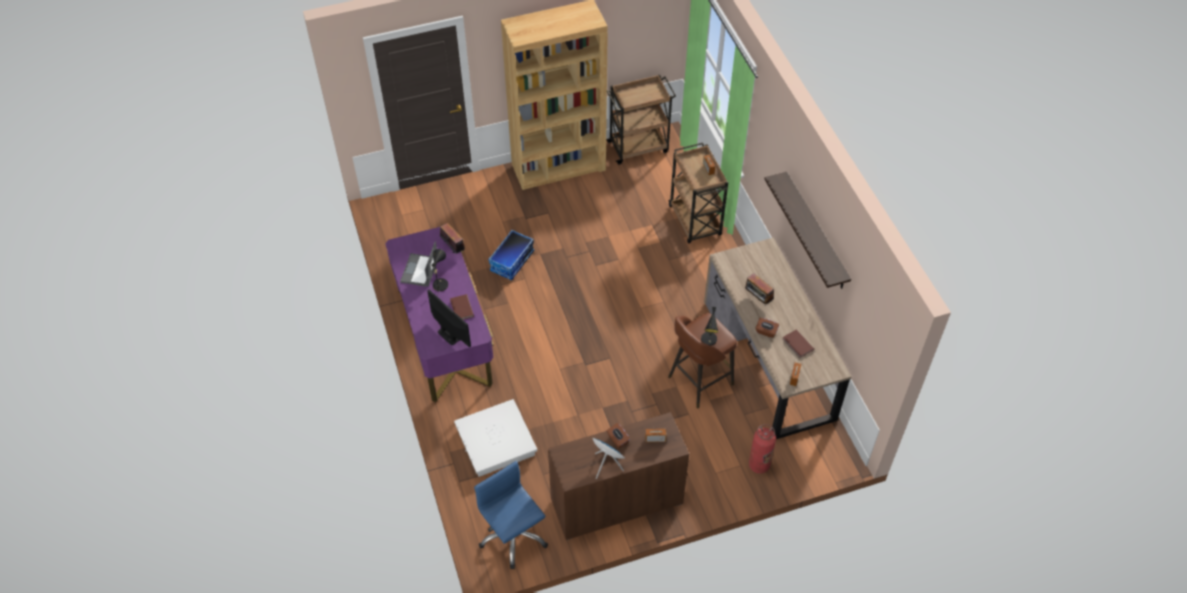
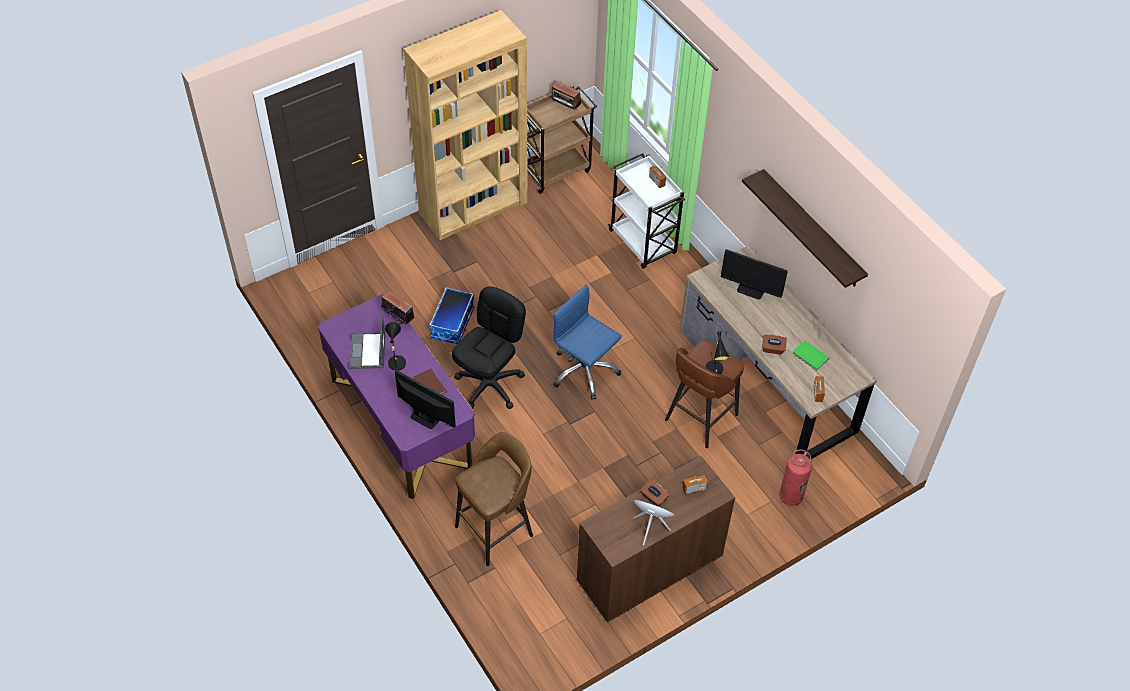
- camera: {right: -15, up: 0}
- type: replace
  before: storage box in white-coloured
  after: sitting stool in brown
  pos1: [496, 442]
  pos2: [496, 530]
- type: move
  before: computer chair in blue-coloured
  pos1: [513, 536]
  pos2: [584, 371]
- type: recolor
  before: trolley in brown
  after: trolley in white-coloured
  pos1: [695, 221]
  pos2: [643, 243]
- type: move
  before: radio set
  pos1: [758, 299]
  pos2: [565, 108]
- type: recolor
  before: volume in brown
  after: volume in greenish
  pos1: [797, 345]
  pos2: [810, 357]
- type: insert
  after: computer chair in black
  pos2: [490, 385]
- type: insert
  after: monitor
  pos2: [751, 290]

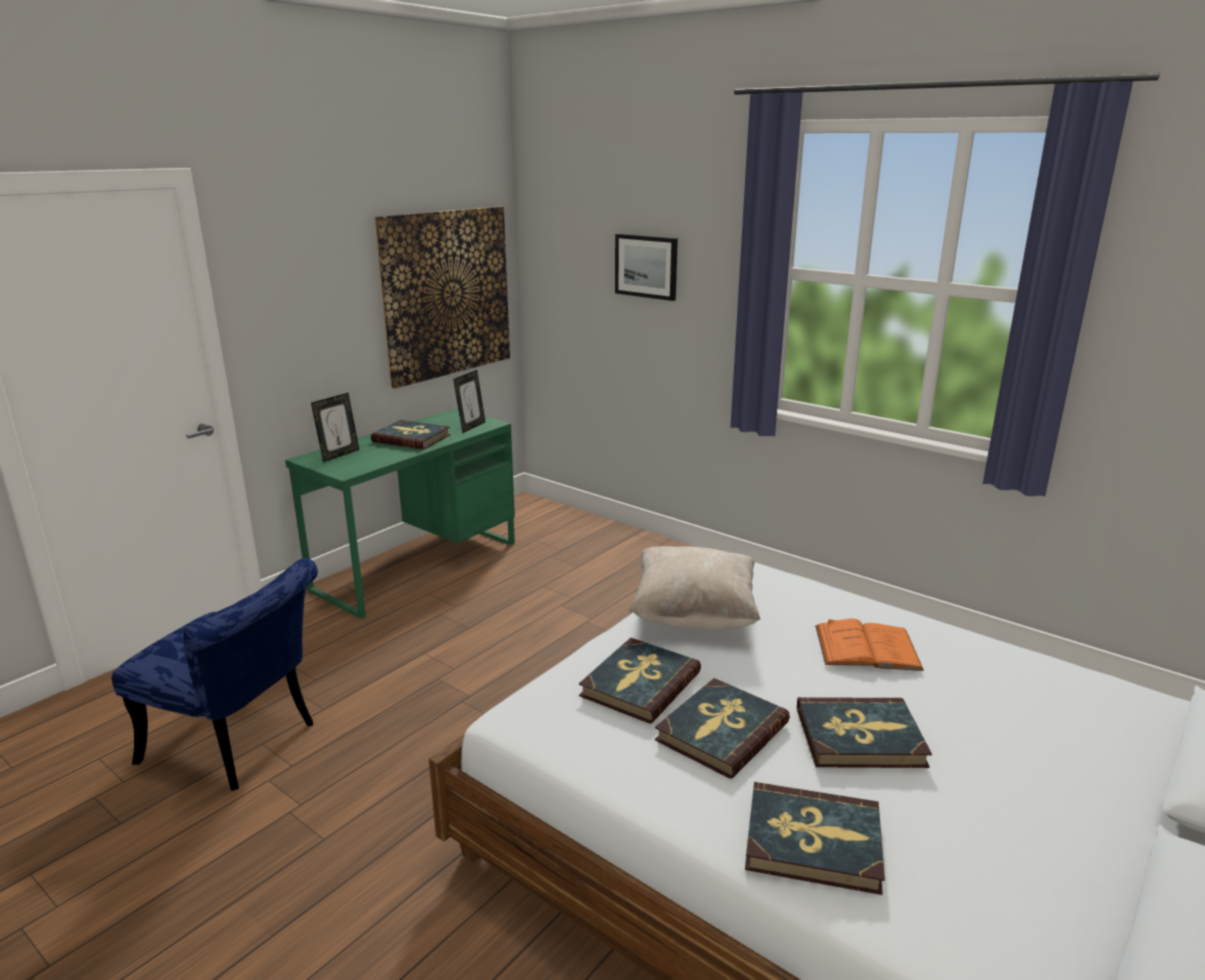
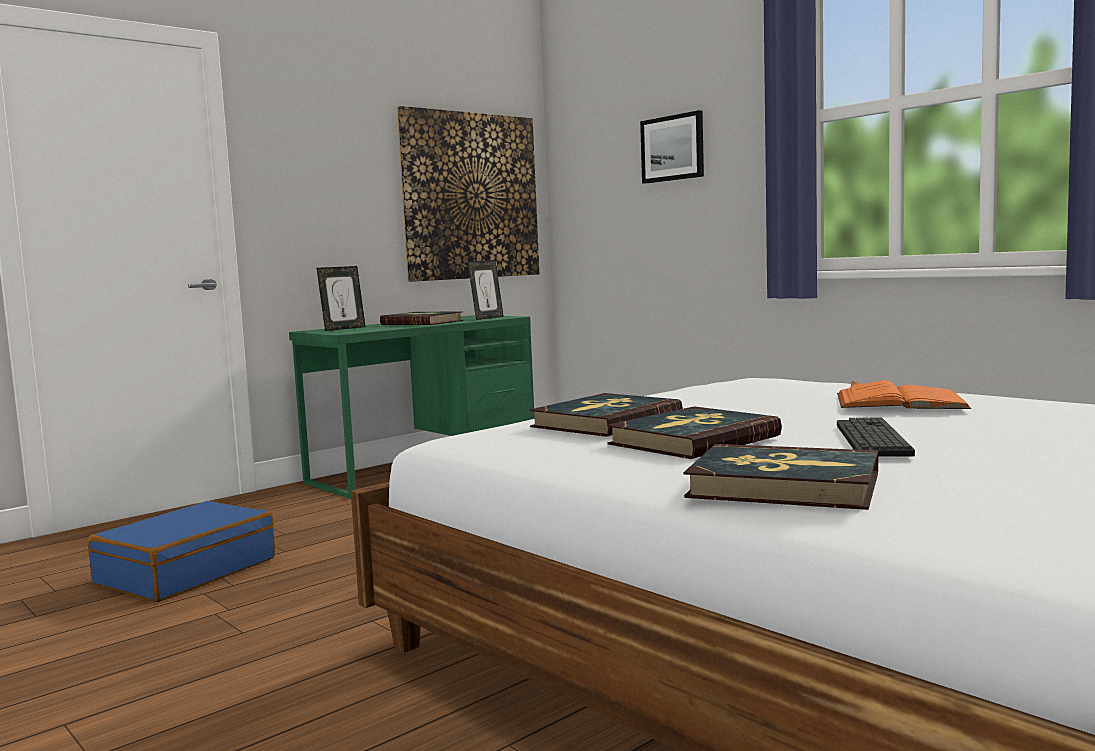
- camera: {right: 10, up: -15}
- type: replace
  before: chair in blue-coloured
  after: travel case in blue-coloured
  pos1: [240, 745]
  pos2: [186, 571]
- type: delete
  before: cushion in sand-coloured
  pos1: [694, 615]
- type: replace
  before: volume
  after: computer keyboard
  pos1: [860, 737]
  pos2: [872, 439]

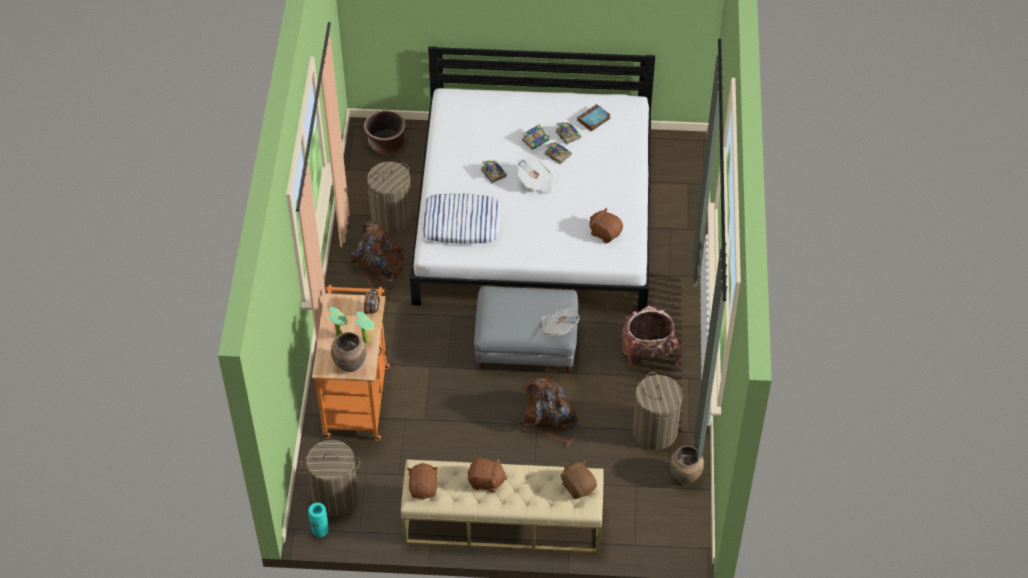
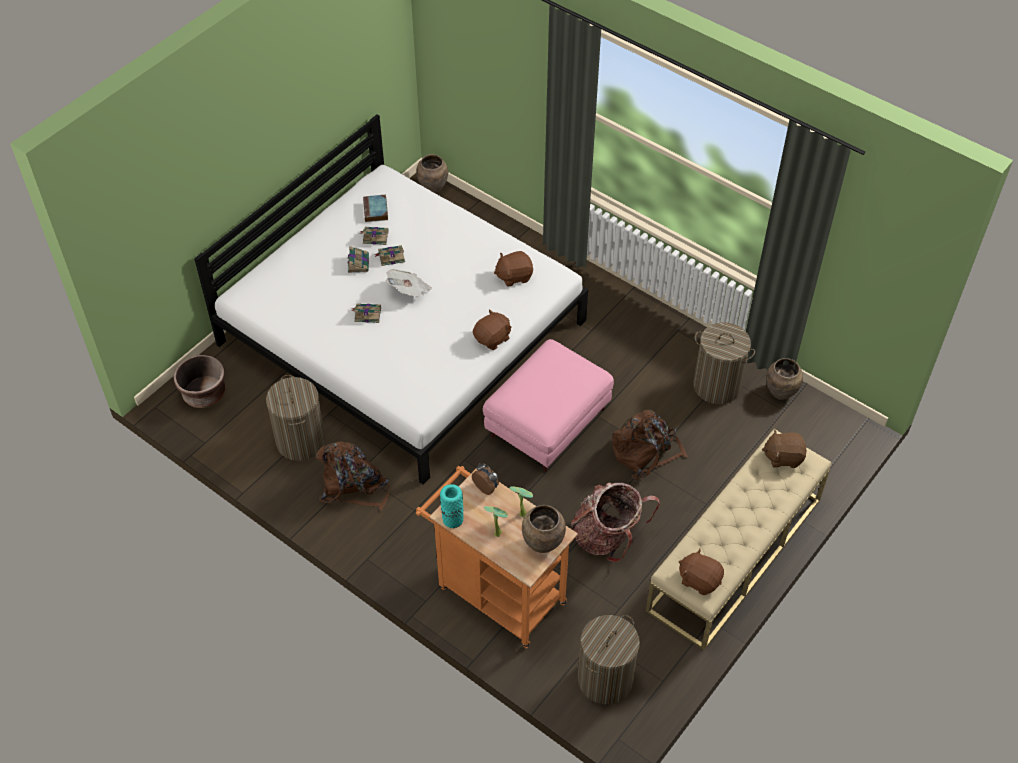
- camera: {right: -55, up: 0}
- type: move
  before: vase in blue-green
  pos1: [320, 530]
  pos2: [452, 519]
- type: delete
  before: cushion
  pos1: [461, 223]
- type: move
  before: cuddly toy in brown
  pos1: [486, 481]
  pos2: [492, 338]
- type: recolor
  before: ottoman in greyish
  after: ottoman in pink-coloured
  pos1: [526, 345]
  pos2: [547, 422]
- type: delete
  before: newspaper
  pos1: [558, 327]
- type: move
  before: backpack
  pos1: [648, 353]
  pos2: [608, 536]
- type: insert
  after: vase in brown
  pos2: [433, 188]

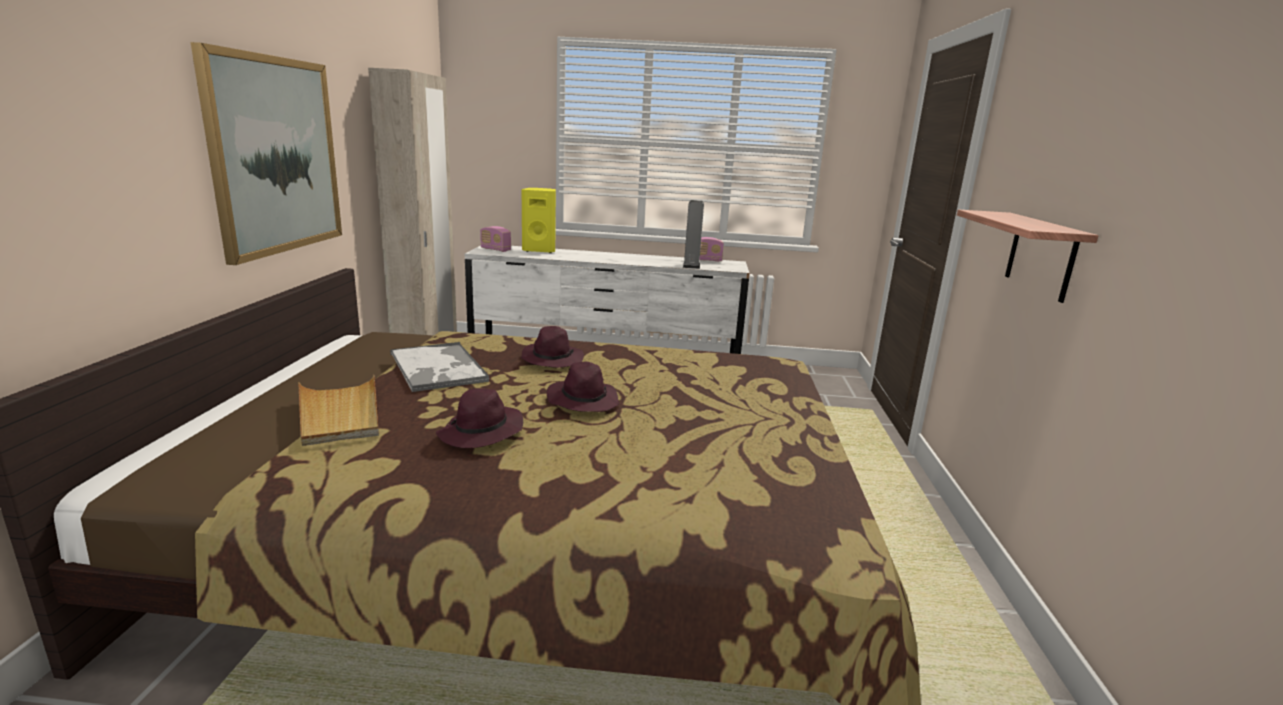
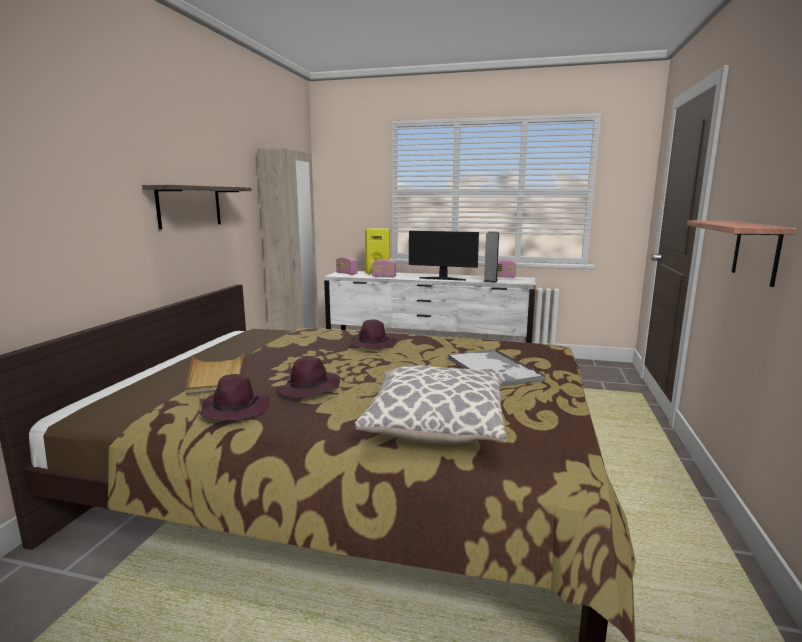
- camera: {right: 10, up: -5}
- type: replace
  before: wall art
  after: shelf
  pos1: [275, 155]
  pos2: [189, 206]
- type: move
  before: carrying tray
  pos1: [438, 368]
  pos2: [494, 369]
- type: move
  before: wearable hat in purple
  pos1: [582, 401]
  pos2: [234, 409]
- type: insert
  after: cushion
  pos2: [435, 428]
- type: insert
  after: radio set
  pos2: [384, 277]
- type: insert
  after: monitor
  pos2: [442, 279]

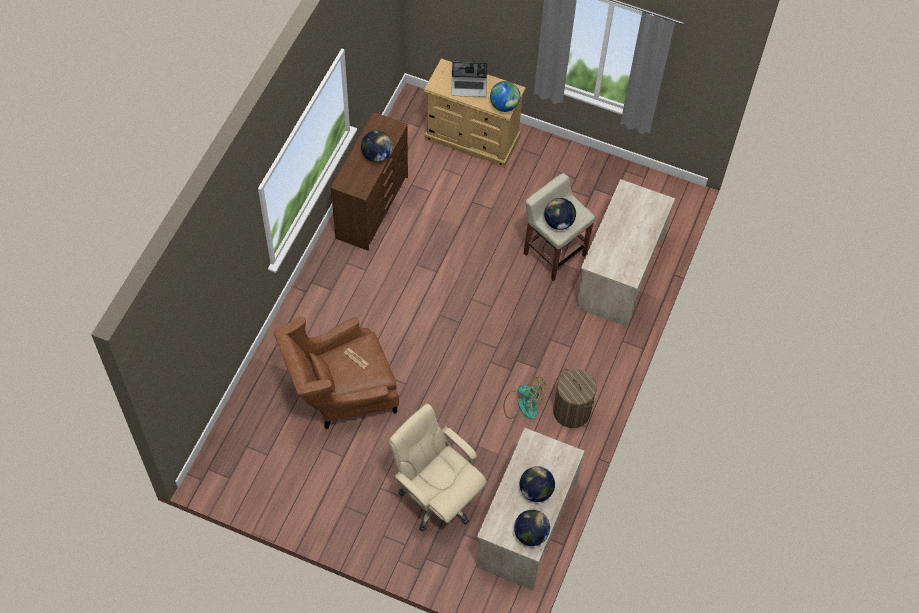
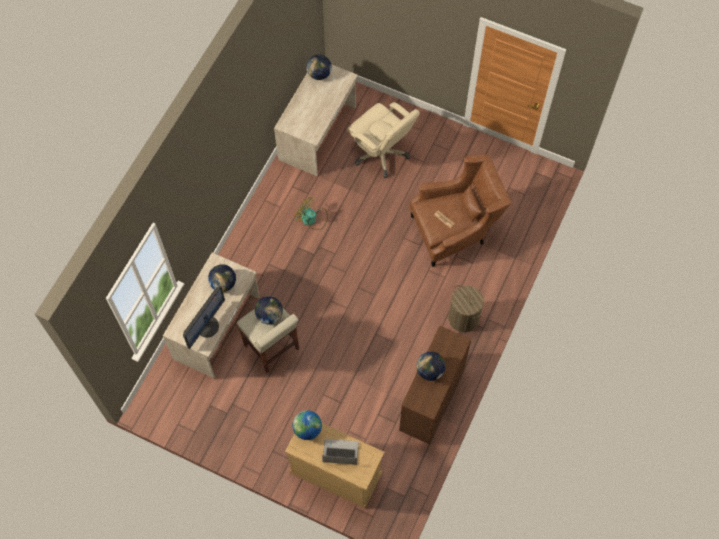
- camera: {right: -175, up: 5}
- type: move
  before: world globe
  pos1: [536, 491]
  pos2: [223, 283]
- type: move
  before: washing basket
  pos1: [571, 411]
  pos2: [463, 318]
- type: insert
  after: monitor
  pos2: [207, 326]

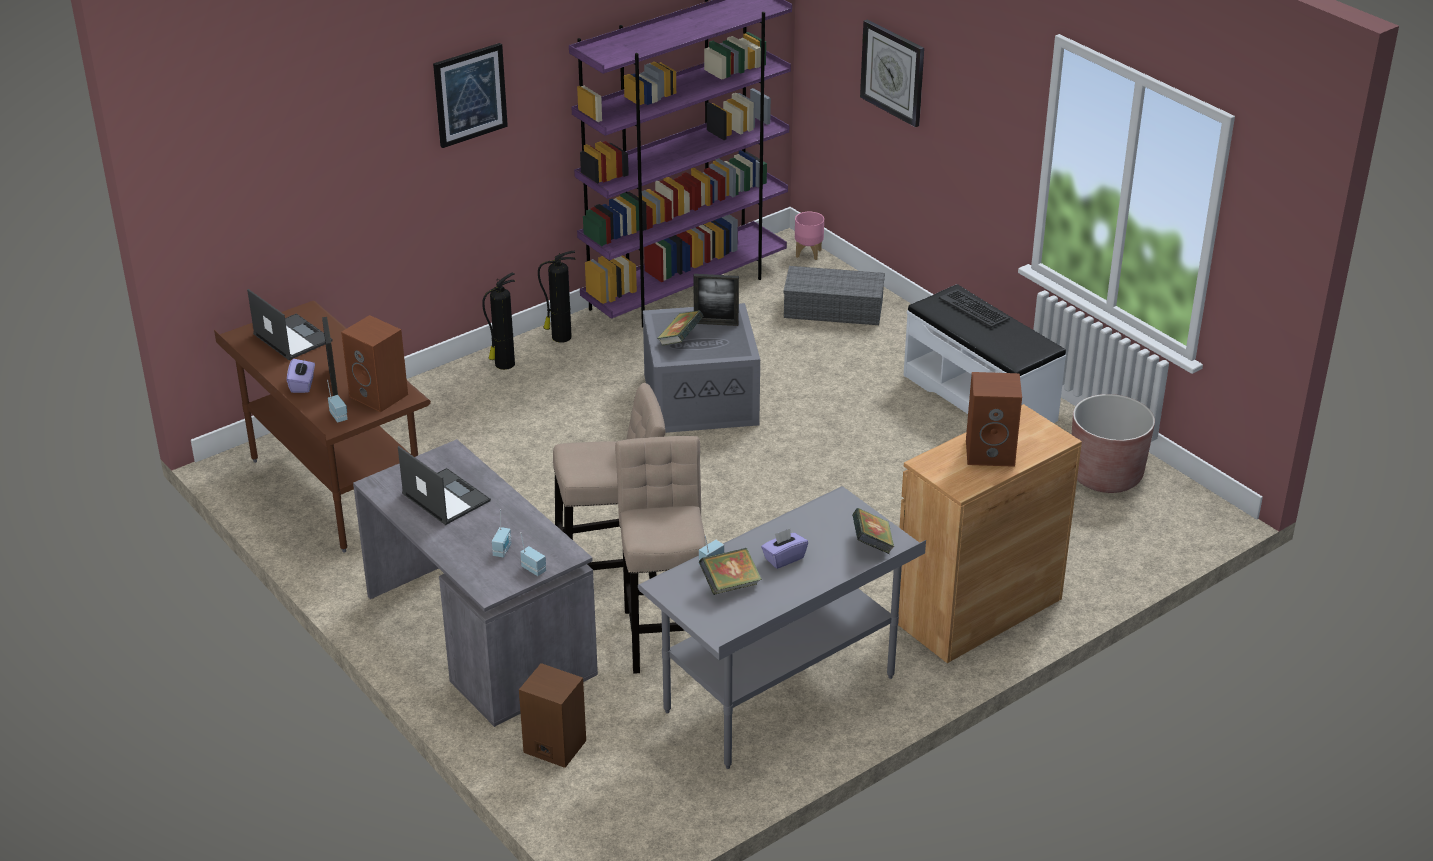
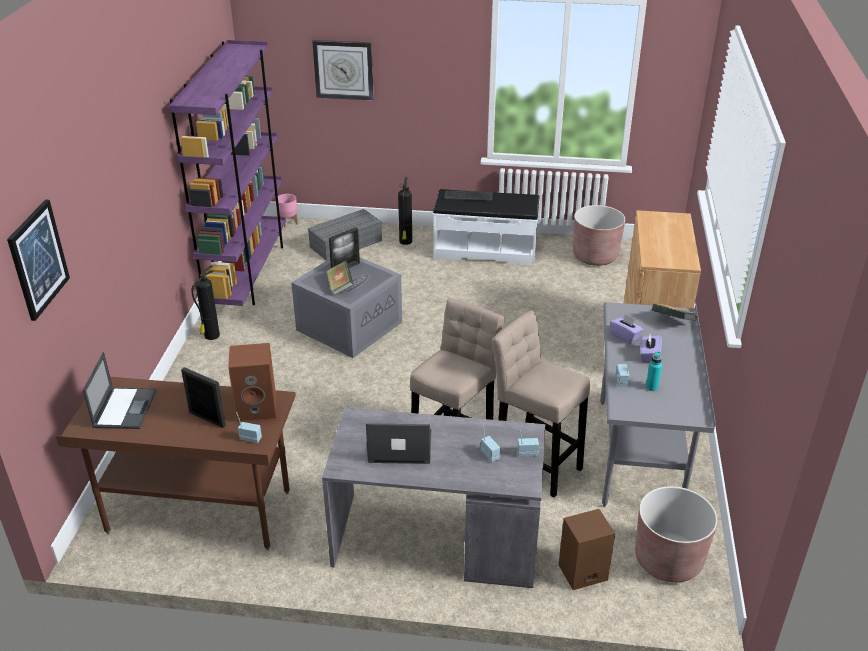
- camera: {right: -45, up: 0}
- type: rotate
  before: notebook computer
  pos1: [292, 337]
  pos2: [125, 408]
  turn: 90
- type: move
  before: box of tissues in purple
  pos1: [302, 385]
  pos2: [625, 336]
- type: move
  before: wall art
  pos1: [470, 94]
  pos2: [38, 259]
- type: move
  before: fire extinguisher
  pos1: [503, 365]
  pos2: [405, 242]
- type: replace
  before: volume
  after: drink bottle in blue-green
  pos1: [730, 585]
  pos2: [651, 387]
- type: delete
  before: speaker in brown
  pos1: [991, 452]
- type: insert
  after: flower pot in brown
  pos2: [668, 560]

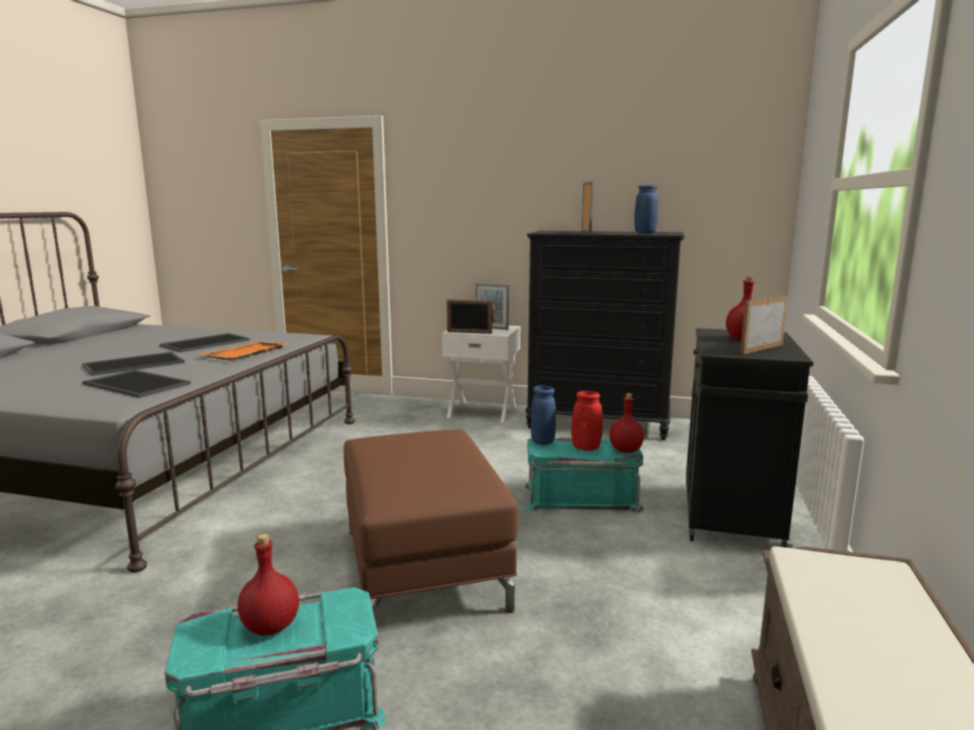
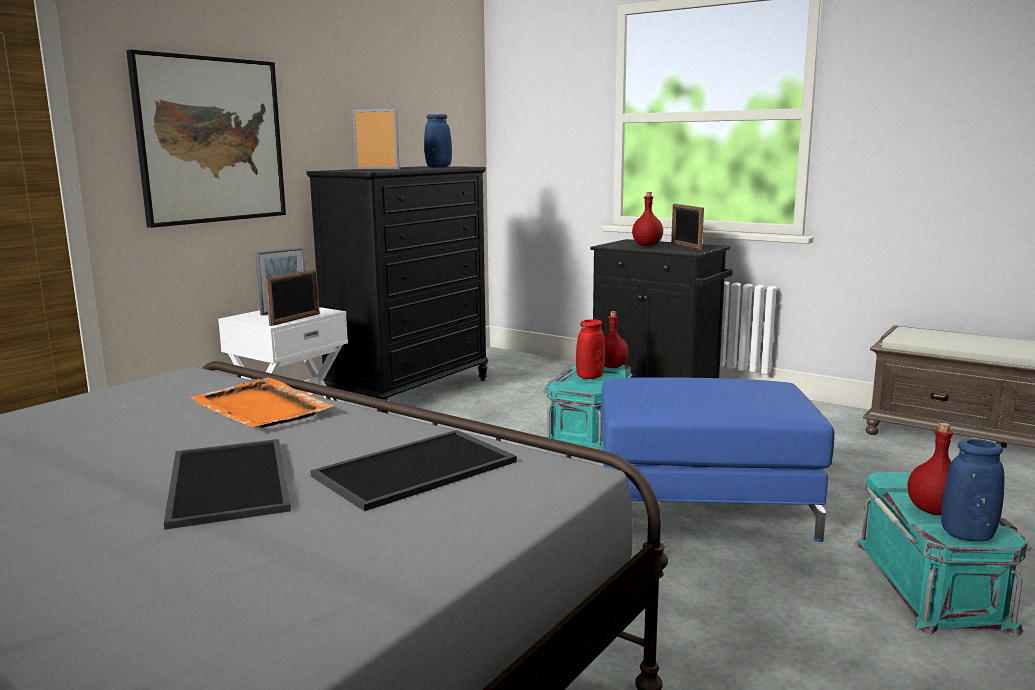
- camera: {right: -70, up: 0}
- type: delete
  before: carrying tray
  pos1: [205, 343]
- type: recolor
  before: ottoman in brown
  after: ottoman in blue-coloured
  pos1: [421, 567]
  pos2: [702, 508]
- type: move
  before: vase in blue-coloured
  pos1: [542, 442]
  pos2: [967, 535]
- type: insert
  after: wall art
  pos2: [211, 140]

